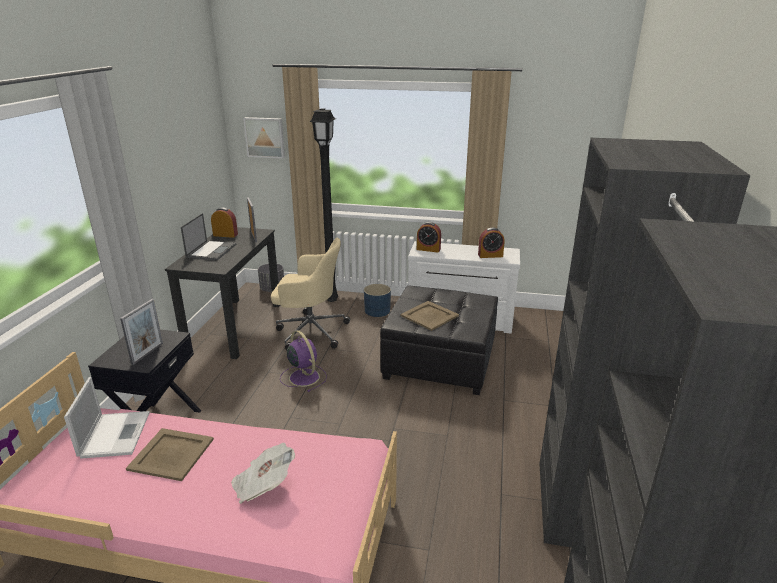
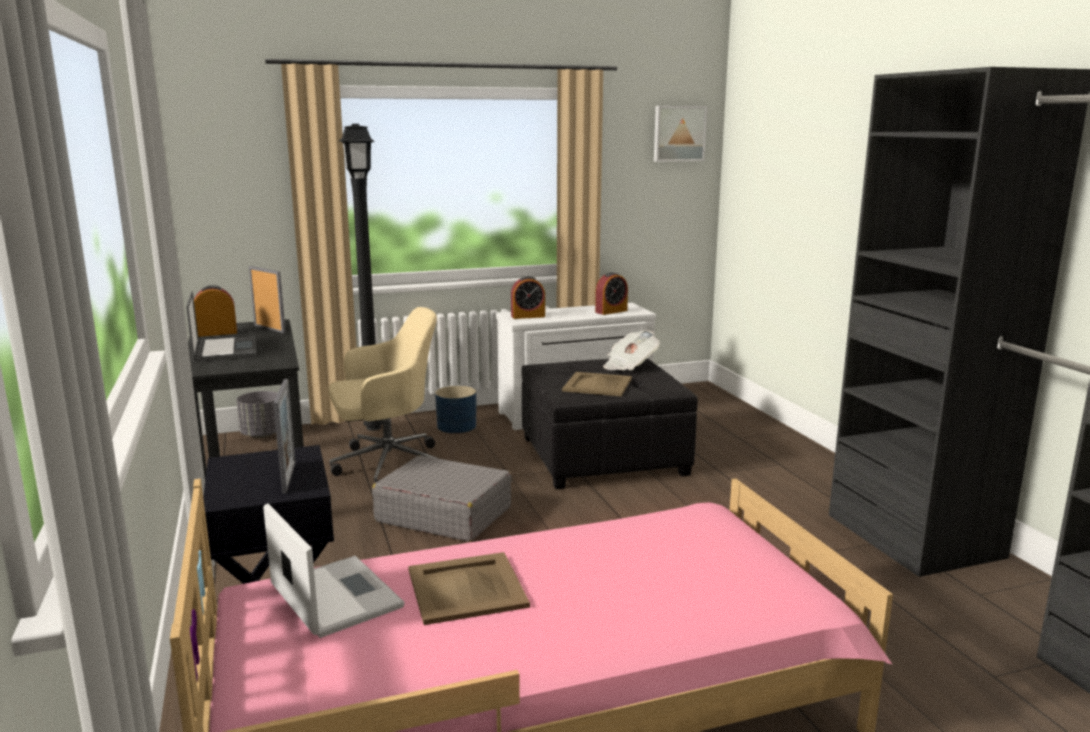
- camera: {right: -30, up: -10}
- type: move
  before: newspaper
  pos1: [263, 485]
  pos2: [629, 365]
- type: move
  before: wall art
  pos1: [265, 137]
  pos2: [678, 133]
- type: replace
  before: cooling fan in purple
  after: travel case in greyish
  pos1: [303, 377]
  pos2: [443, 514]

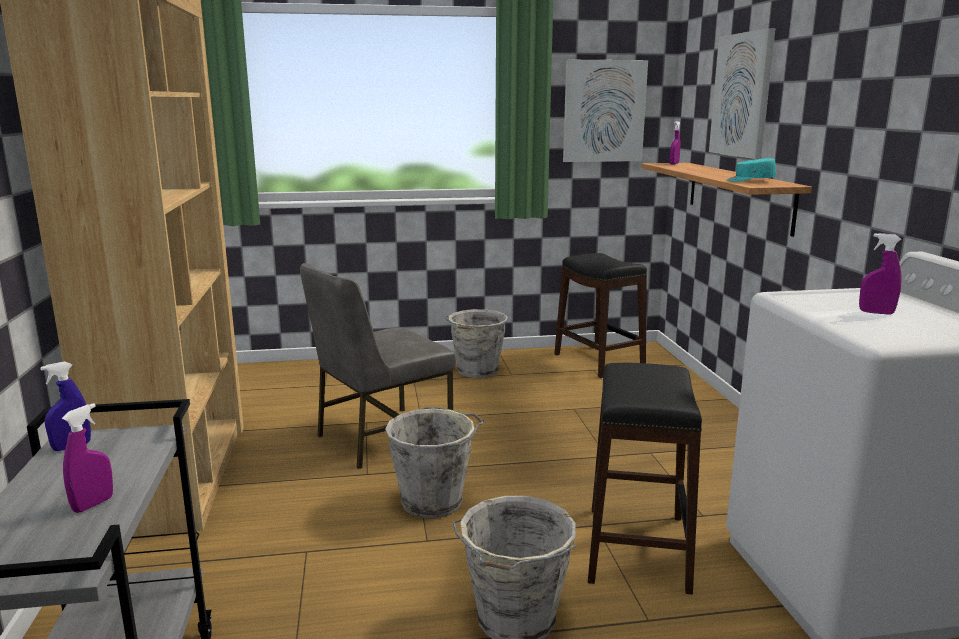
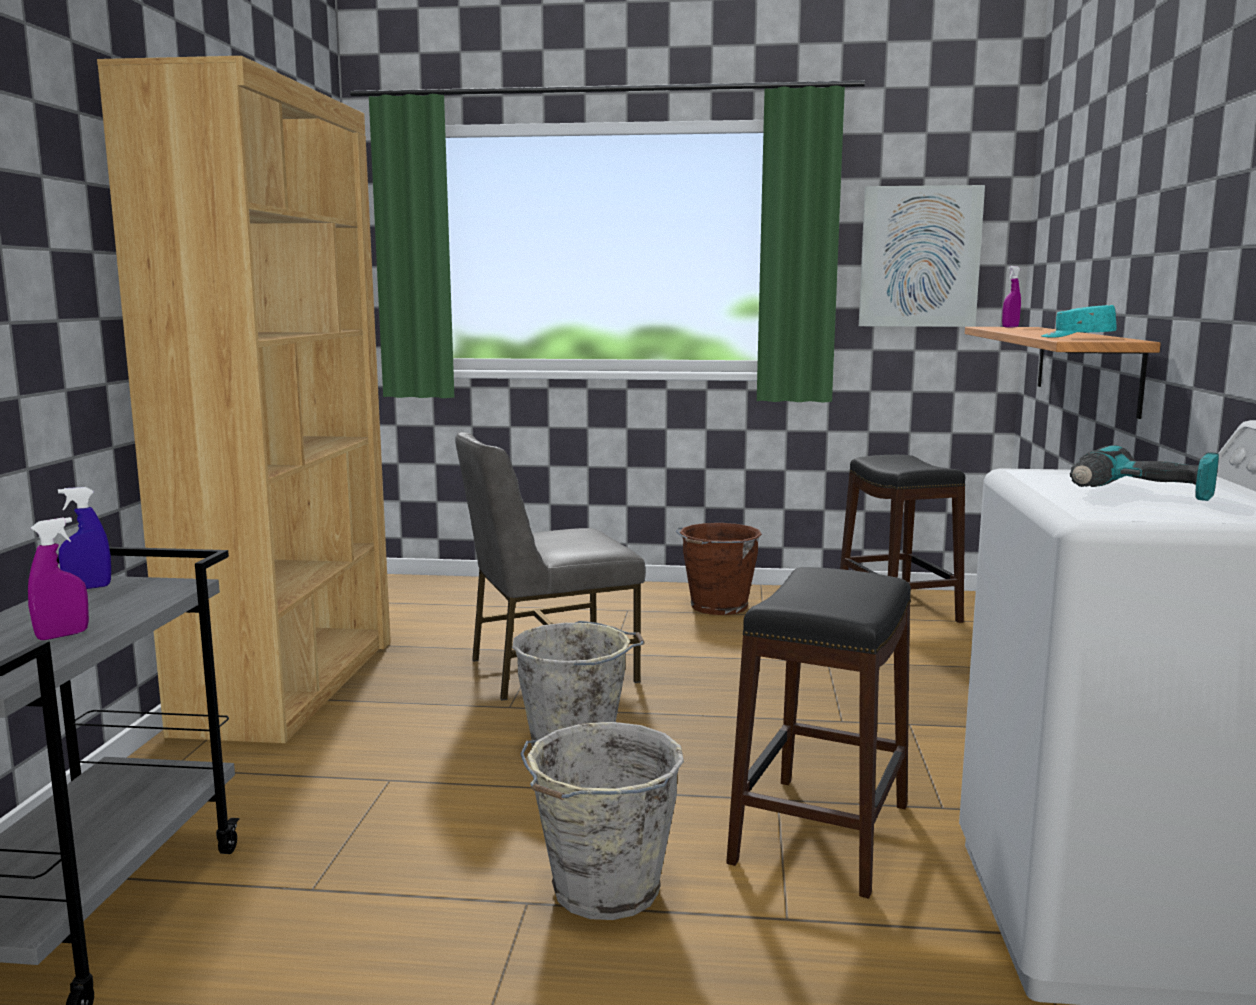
- camera: {right: 15, up: -5}
- type: recolor
  before: bucket in greyish
  after: bucket in brown
  pos1: [477, 371]
  pos2: [717, 607]
- type: delete
  before: wall art
  pos1: [742, 95]
- type: replace
  before: spray bottle in purple
  after: drill
  pos1: [876, 312]
  pos2: [1140, 493]

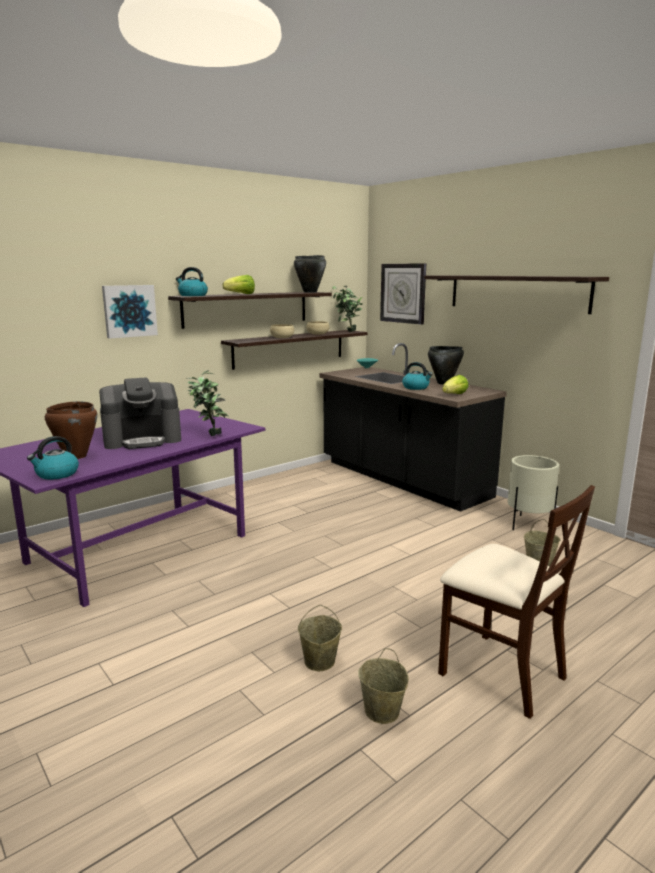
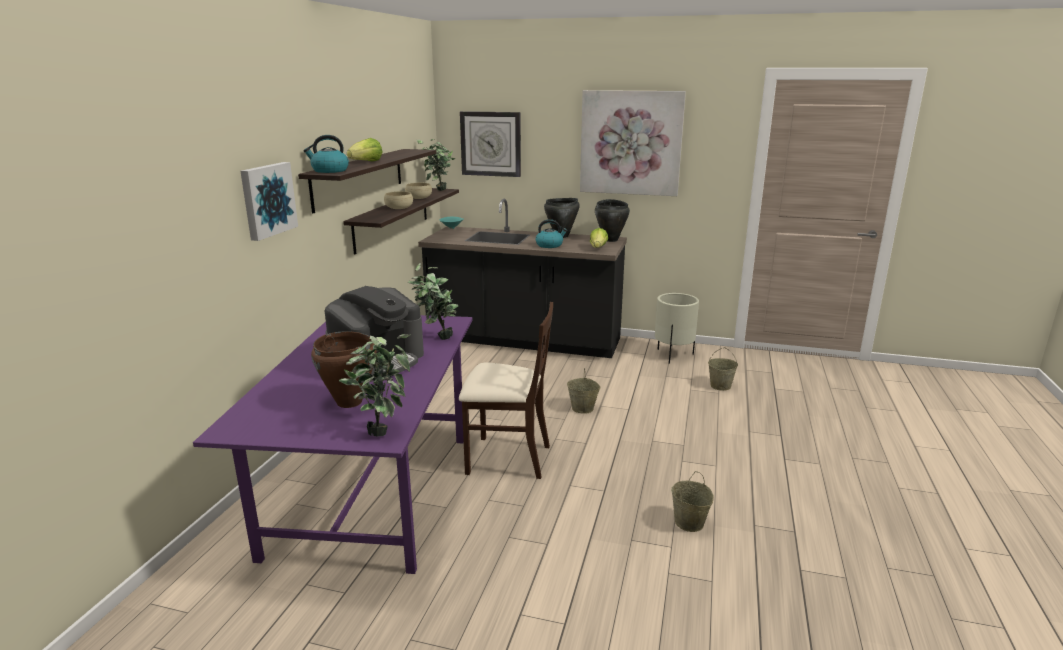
- camera: {right: -35, up: 5}
- type: replace
  before: water kettle
  after: houseplant
  pos1: [56, 474]
  pos2: [382, 428]
- type: move
  before: saucepot in black
  pos1: [310, 292]
  pos2: [611, 240]
- type: move
  before: bucket in sand-coloured
  pos1: [382, 711]
  pos2: [583, 408]
- type: replace
  before: shelf
  after: wall art
  pos1: [516, 293]
  pos2: [630, 143]
- type: move
  before: chair in sand-coloured
  pos1: [501, 673]
  pos2: [507, 458]

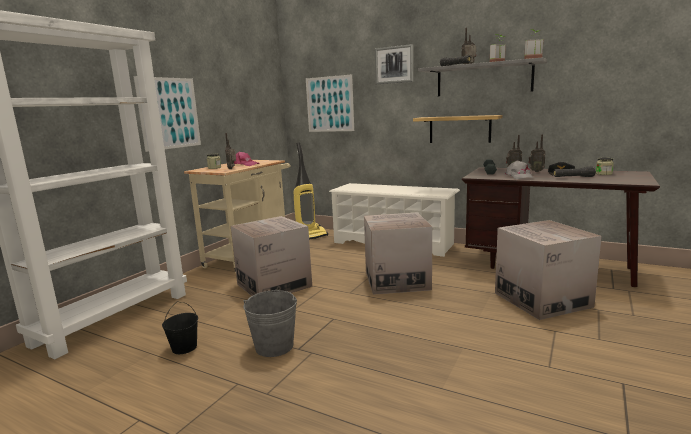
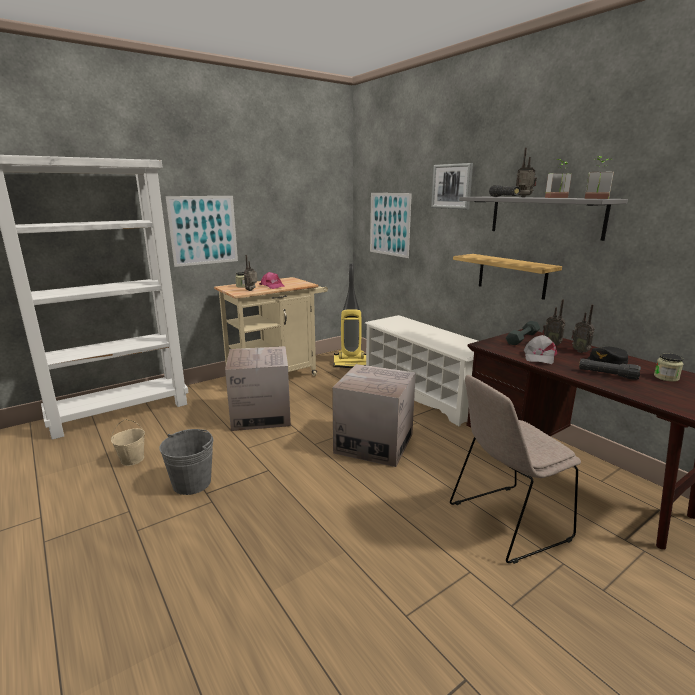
- camera: {right: 25, up: 5}
- type: recolor
  before: bucket in black
  after: bucket in sand-coloured
  pos1: [184, 347]
  pos2: [132, 459]
- type: replace
  before: cardboard box
  after: chair in sand-coloured
  pos1: [542, 300]
  pos2: [505, 523]

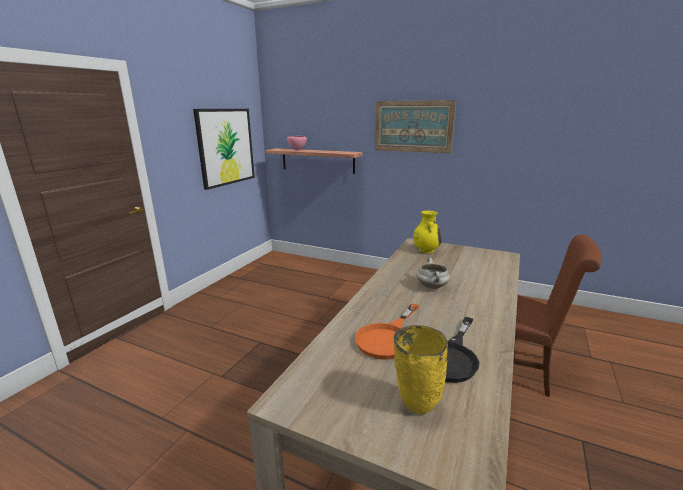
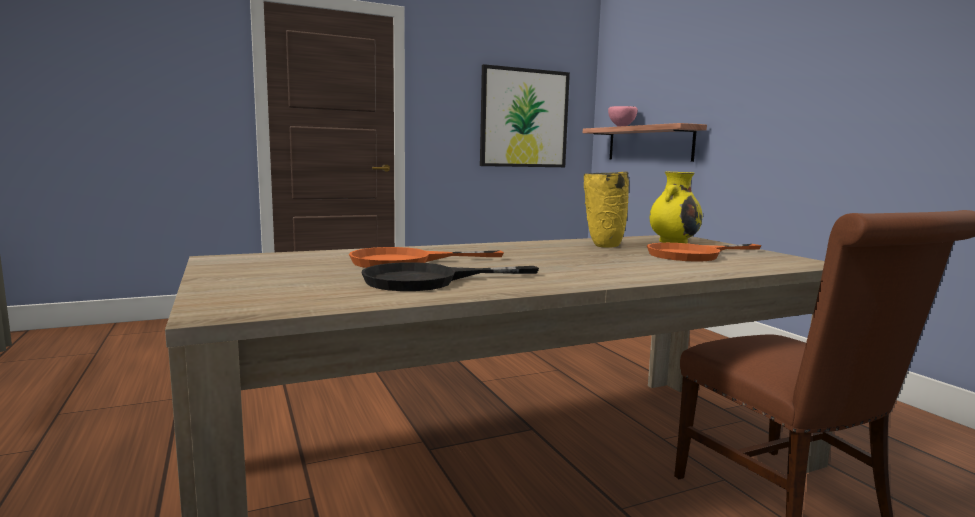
- camera: {right: 40, up: -10}
- type: delete
  before: wall art
  pos1: [413, 126]
- type: move
  before: vase in yellow-coloured
  pos1: [415, 406]
  pos2: [602, 246]
- type: delete
  before: saucepot in white-coloured
  pos1: [432, 287]
- type: insert
  after: pan in orange-coloured
  pos2: [693, 255]

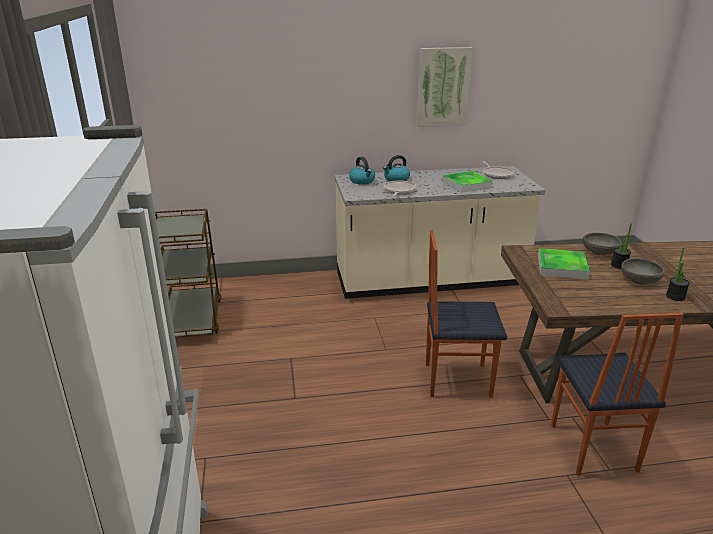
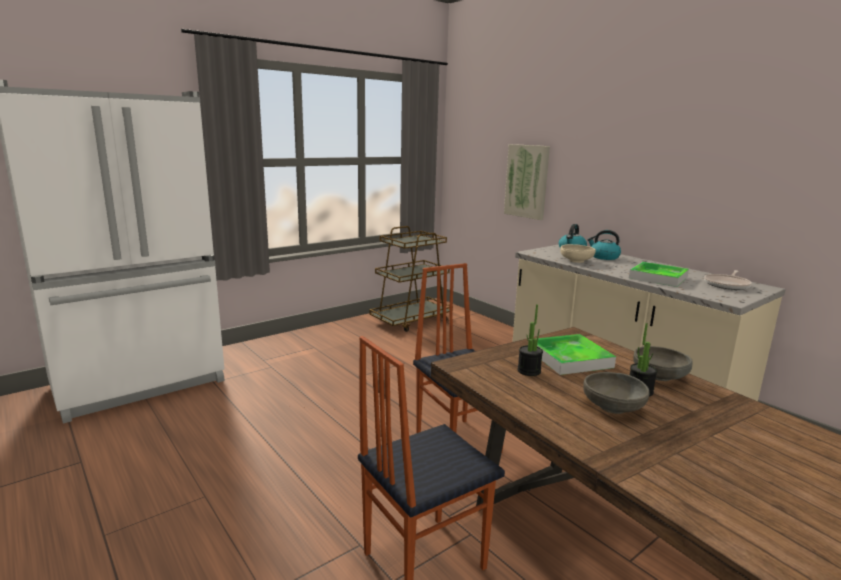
- camera: {right: 60, up: -10}
- type: replace
  before: pan
  after: bowl in sand-coloured
  pos1: [399, 191]
  pos2: [576, 261]
- type: move
  before: wall art
  pos1: [443, 87]
  pos2: [527, 181]
- type: move
  before: houseplant
  pos1: [675, 296]
  pos2: [529, 371]

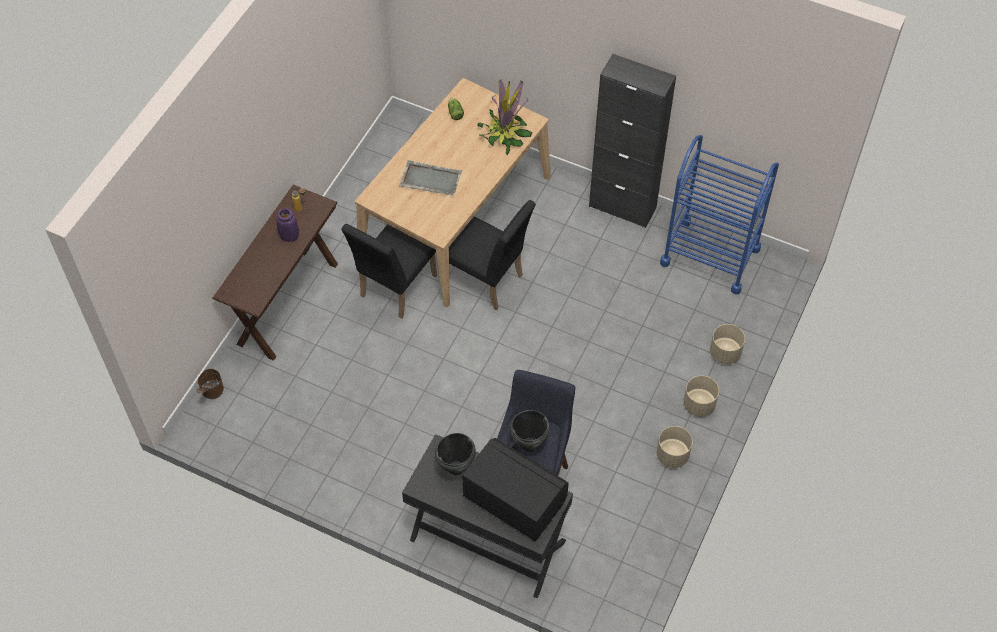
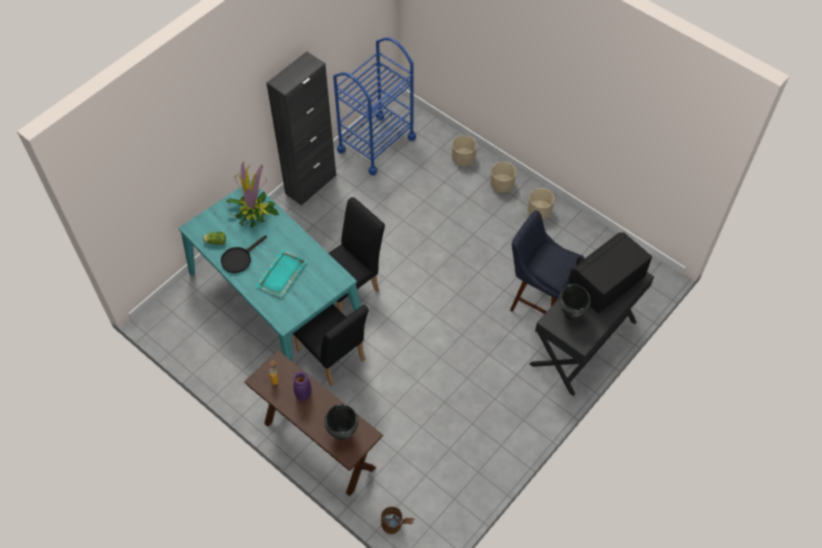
- camera: {right: -75, up: 0}
- type: recolor
  before: dining table in sand-coloured
  after: dining table in blue-green
  pos1: [455, 216]
  pos2: [275, 298]
- type: recolor
  before: carrying tray in greyish
  after: carrying tray in blue-green
  pos1: [430, 179]
  pos2: [281, 275]
- type: move
  before: saucepot in black
  pos1: [528, 445]
  pos2: [342, 434]
- type: insert
  after: pan in black
  pos2: [239, 258]

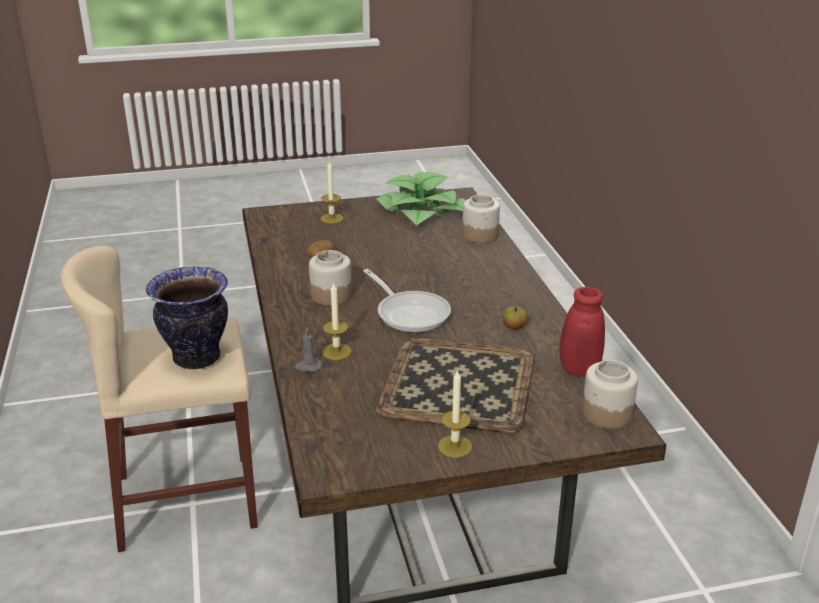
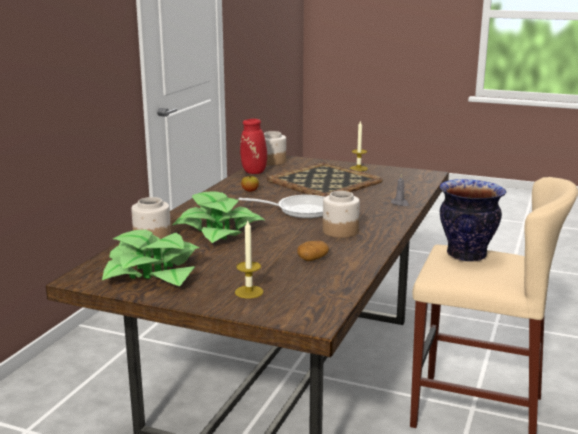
- camera: {right: -145, up: -10}
- type: delete
  before: wax candle
  pos1: [336, 351]
- type: rotate
  before: pan
  pos1: [410, 313]
  pos2: [300, 210]
  turn: 90
- type: insert
  after: houseplant
  pos2: [219, 230]

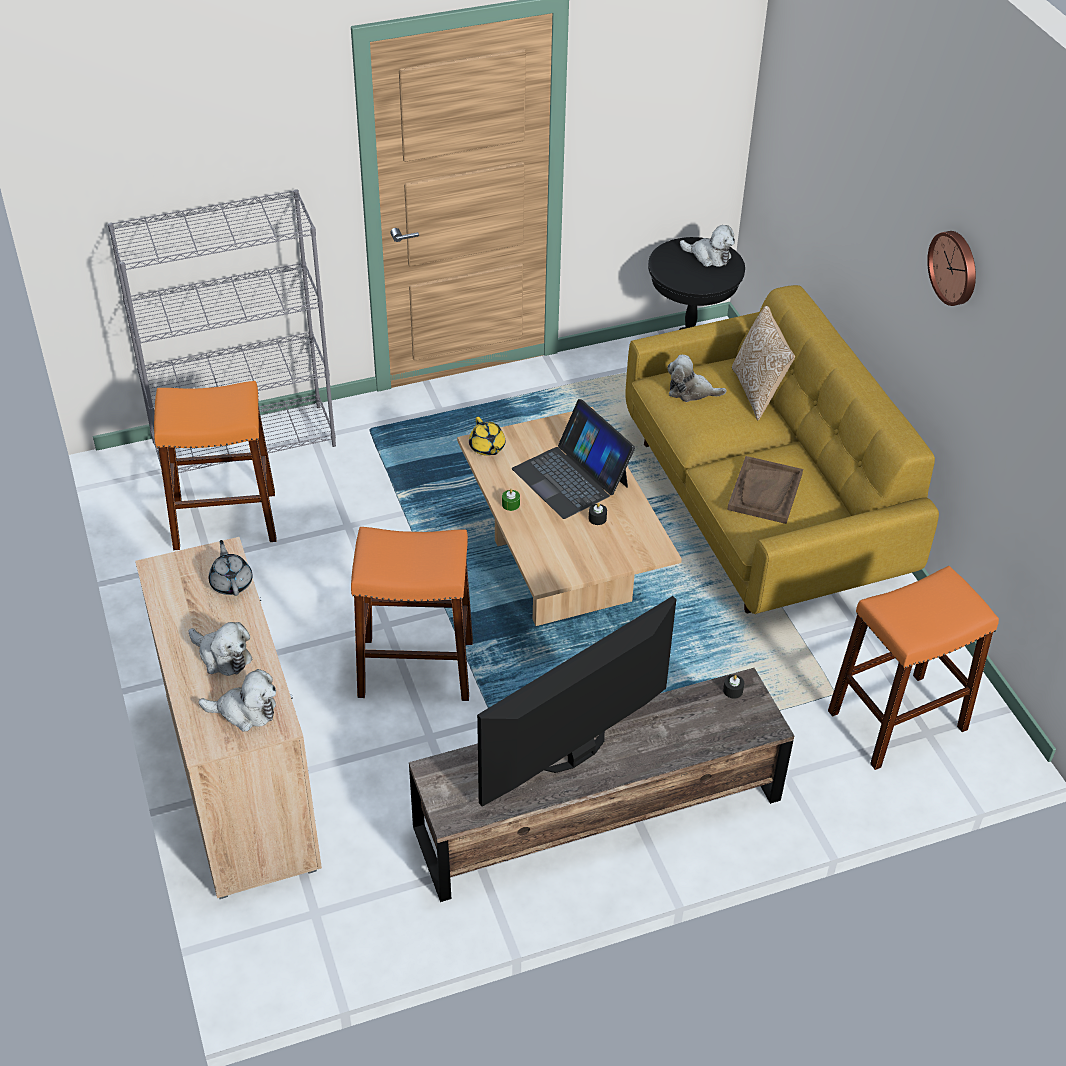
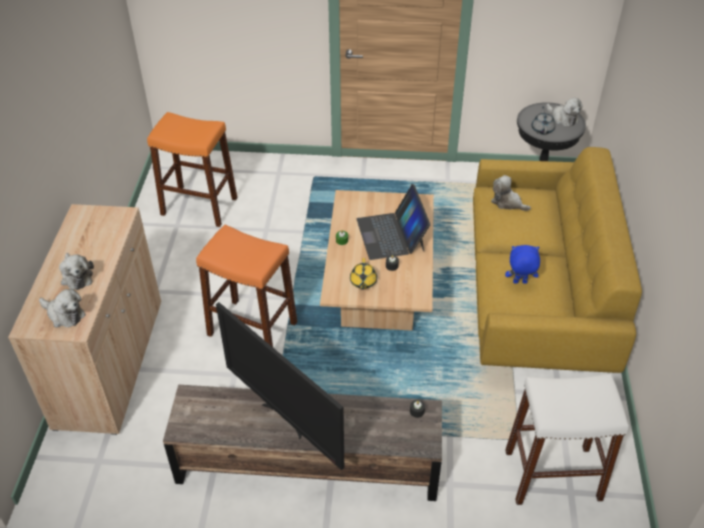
- camera: {right: 25, up: 0}
- type: delete
  before: bookshelf in greyish
  pos1: [245, 443]
- type: move
  before: pot for tea in greyish
  pos1: [231, 582]
  pos2: [542, 129]
- type: move
  before: pot for tea in yellow-coloured
  pos1: [487, 447]
  pos2: [363, 282]
- type: rotate
  before: TV
  pos1: [578, 755]
  pos2: [285, 418]
  turn: -120
- type: replace
  before: carrying tray in brown
  after: cuddly toy in blue-coloured
  pos1: [765, 492]
  pos2: [519, 283]
- type: delete
  before: cushion
  pos1: [758, 392]
- type: recolor
  before: sitting stool in orange-coloured
  after: sitting stool in white-coloured
  pos1: [897, 720]
  pos2: [552, 475]
- type: delete
  before: hanging clock
  pos1: [955, 267]

